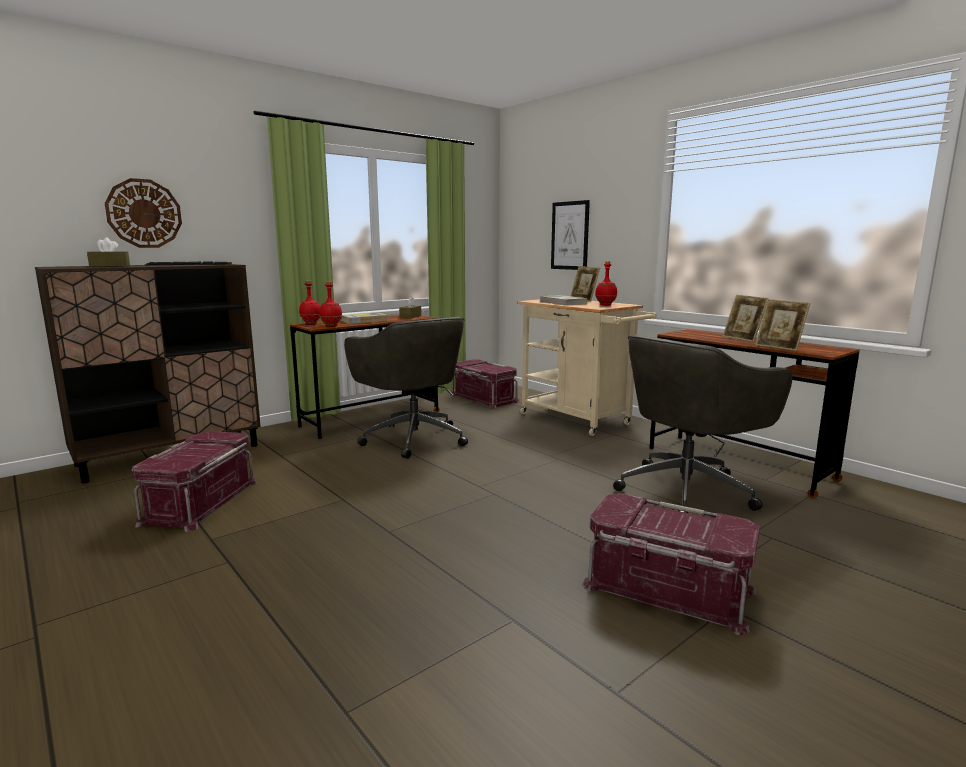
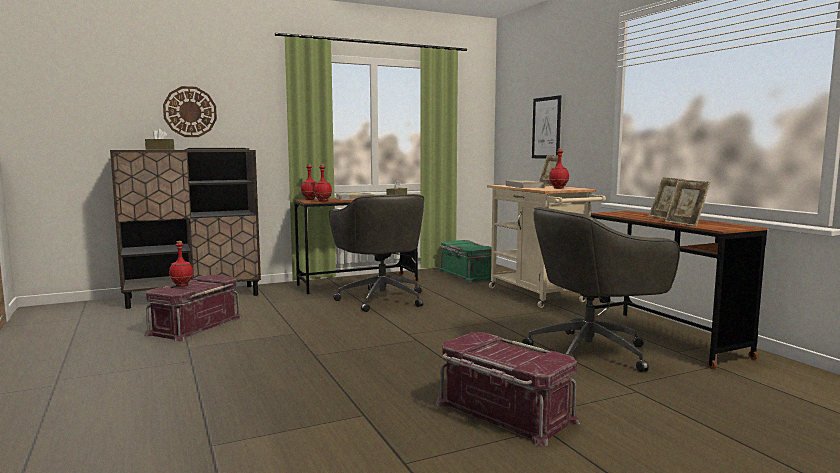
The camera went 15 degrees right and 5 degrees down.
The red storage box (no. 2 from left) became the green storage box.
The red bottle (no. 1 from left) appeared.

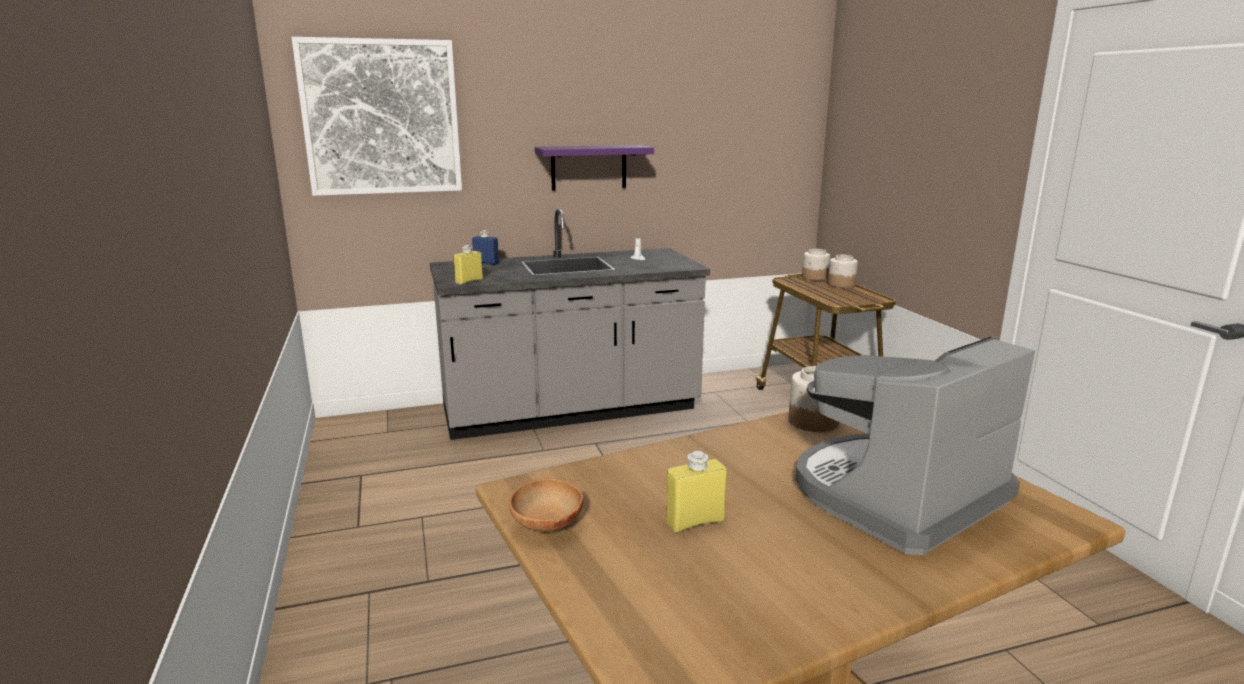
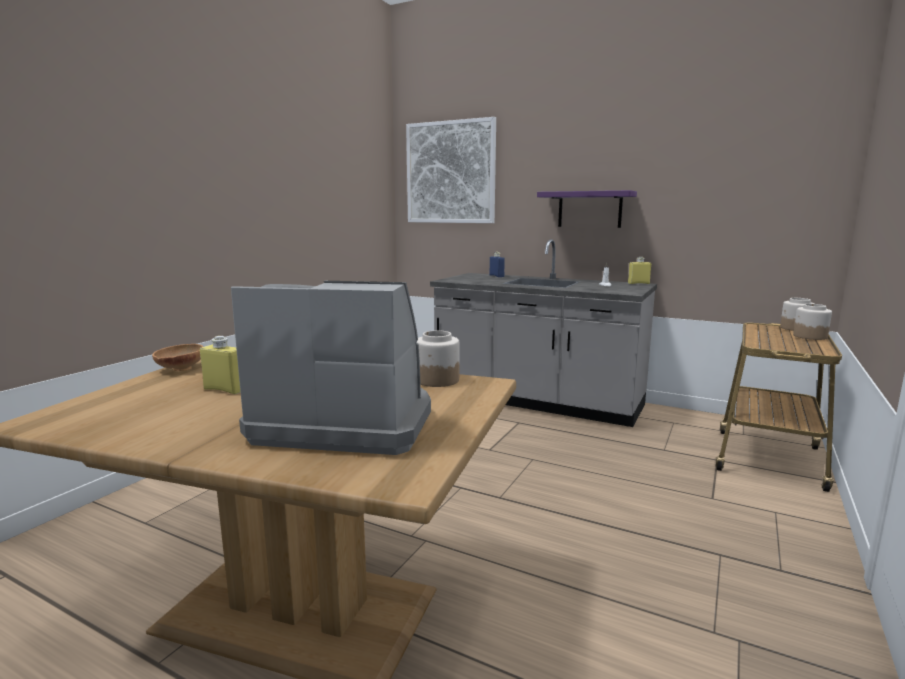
The camera went 45 degrees right and 5 degrees down.
The yellow bottle (no. 1 from left in the first image) moved.

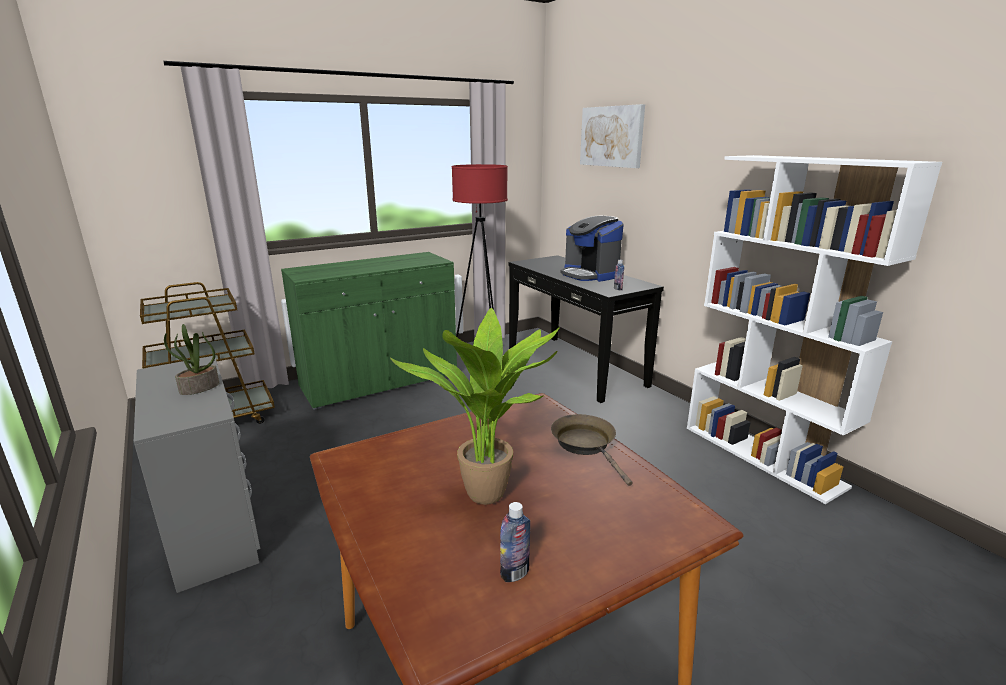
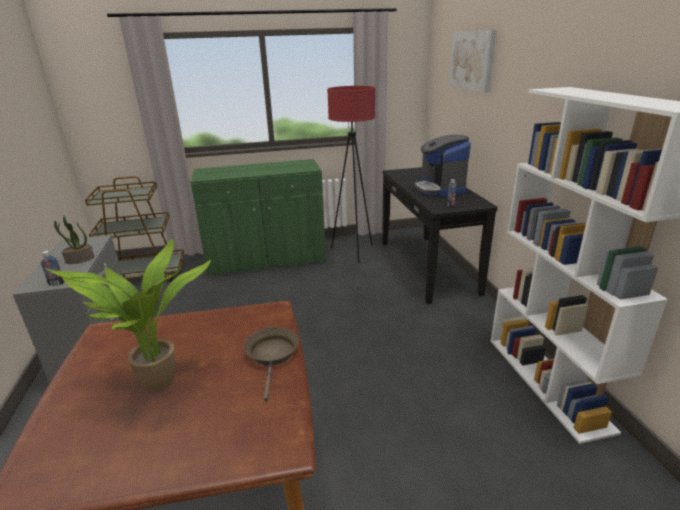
The camera went 20 degrees right and 5 degrees up.
The bottle (no. 1 from left) moved.

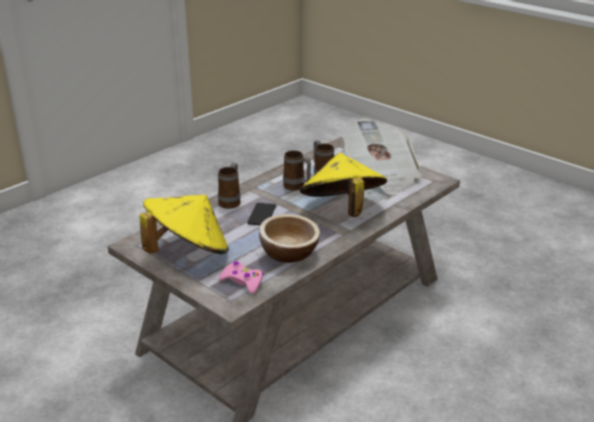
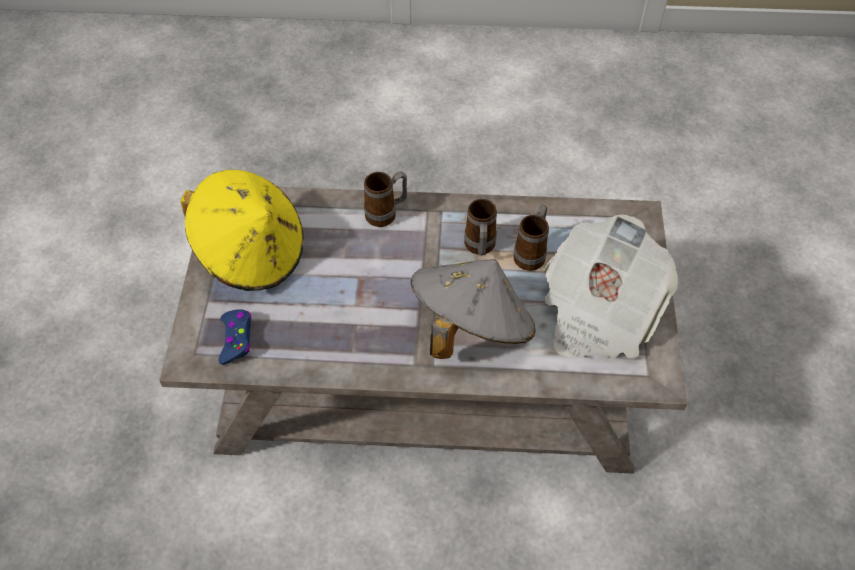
The camera went 50 degrees right and 25 degrees up.
The pink game controller became the blue game controller.
The phone disappeared.
The bowl disappeared.
The yellow hat (no. 2 from left) became the grey hat.

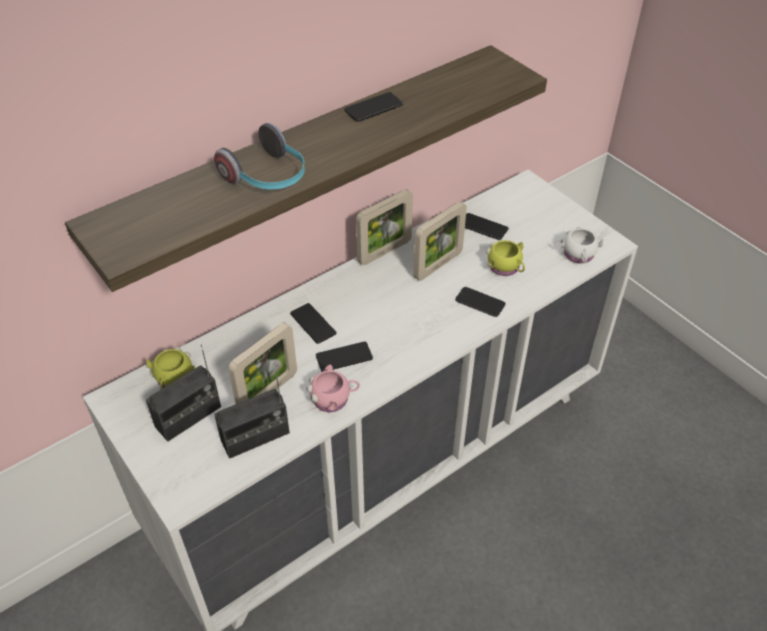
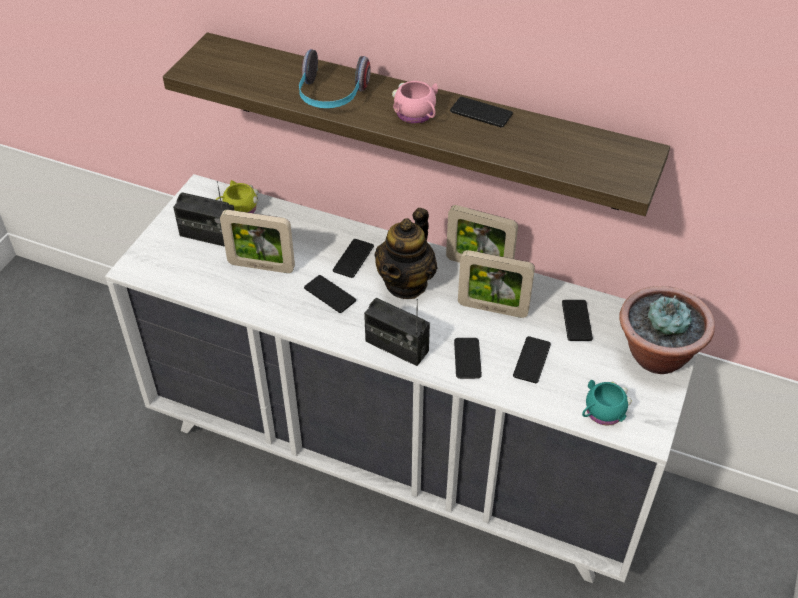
The camera went 60 degrees right and 0 degrees up.
The radio (no. 2 from left) moved.
The pink mug moved.
The yellow mug (no. 2 from left) was replaced by the phone (no. 5 from left).
The white mug became the turquoise mug.
The teapot appeared.
The potted plant appeared.

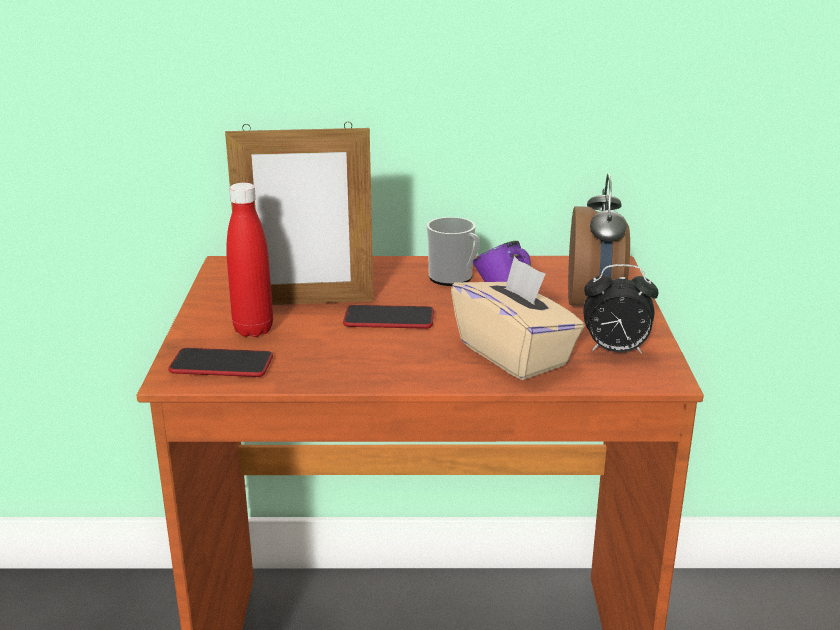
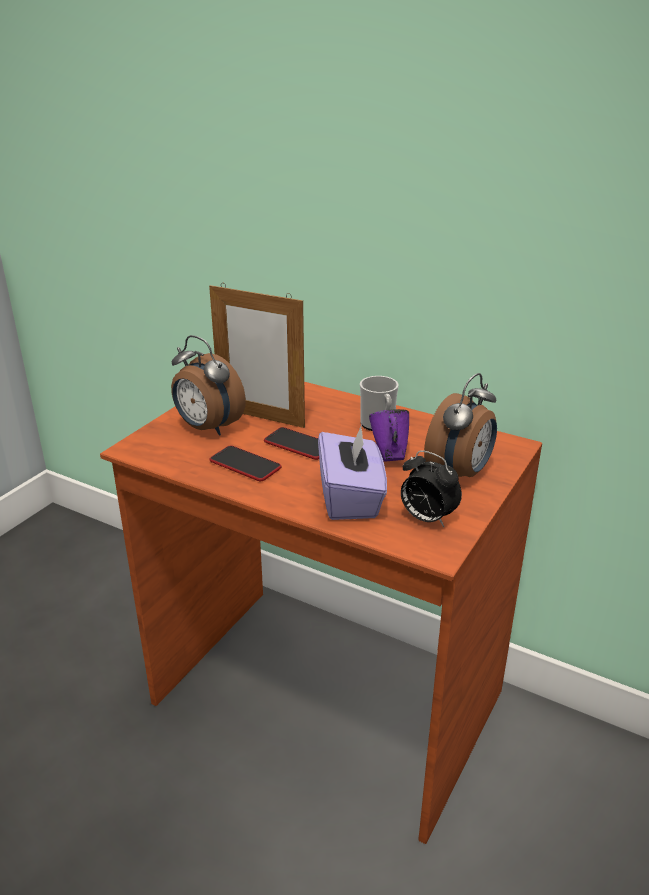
The camera went 30 degrees right and 5 degrees up.
The phone (no. 1 from left) moved.
The red bottle was replaced by the alarm clock (no. 1 from left).
The beige tissue box became the purple tissue box.

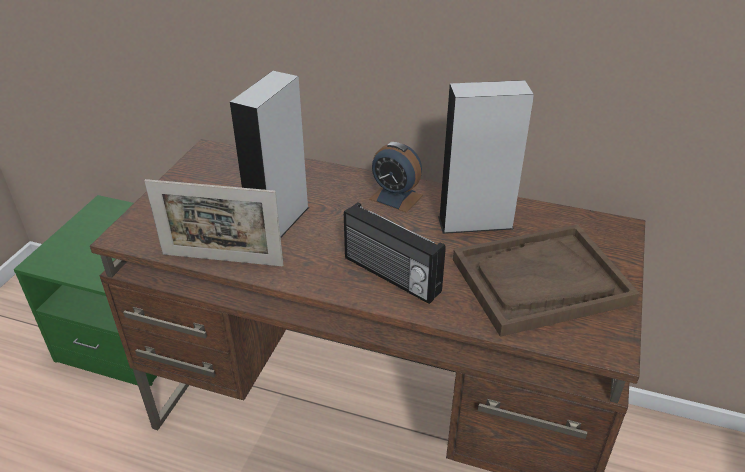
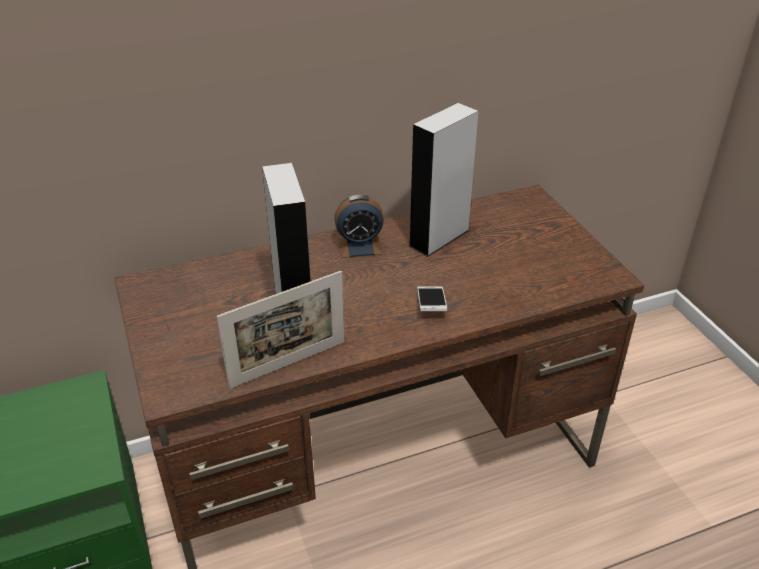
The camera went 40 degrees left and 0 degrees up.
The radio was replaced by the phone.
The brown tray disappeared.

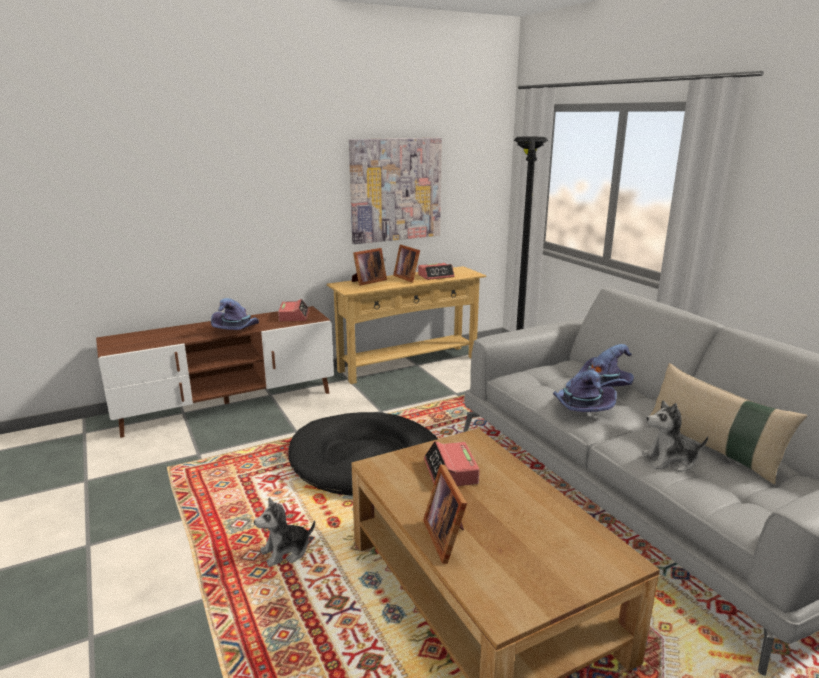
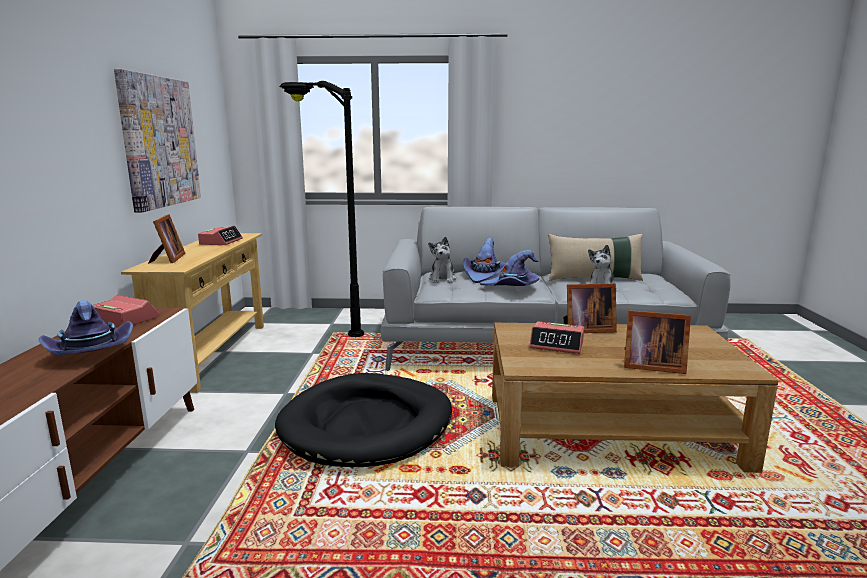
The camera went 60 degrees left and 5 degrees down.
The plush toy (no. 1 from left) moved.
The picture frame (no. 2 from left) moved.

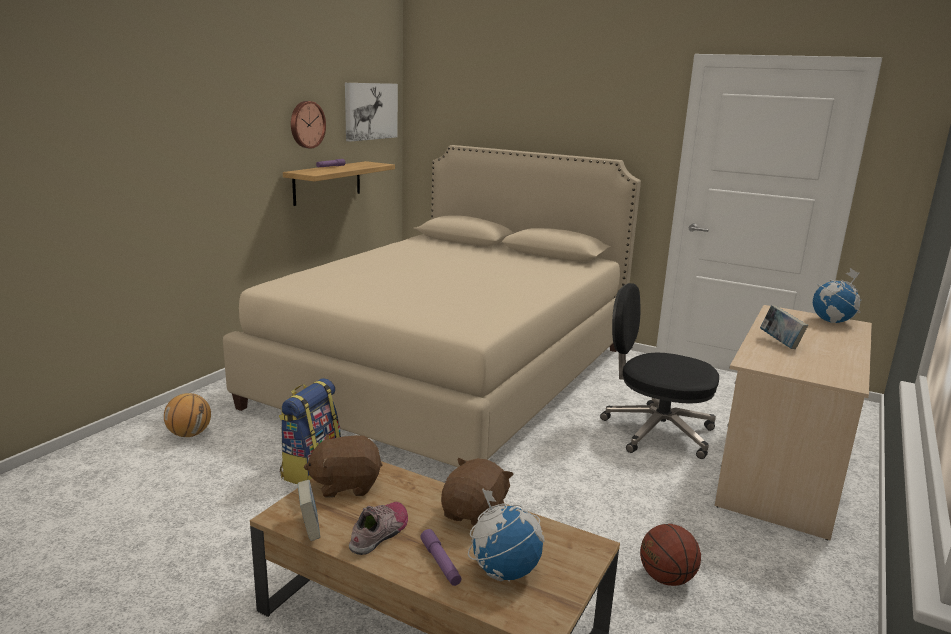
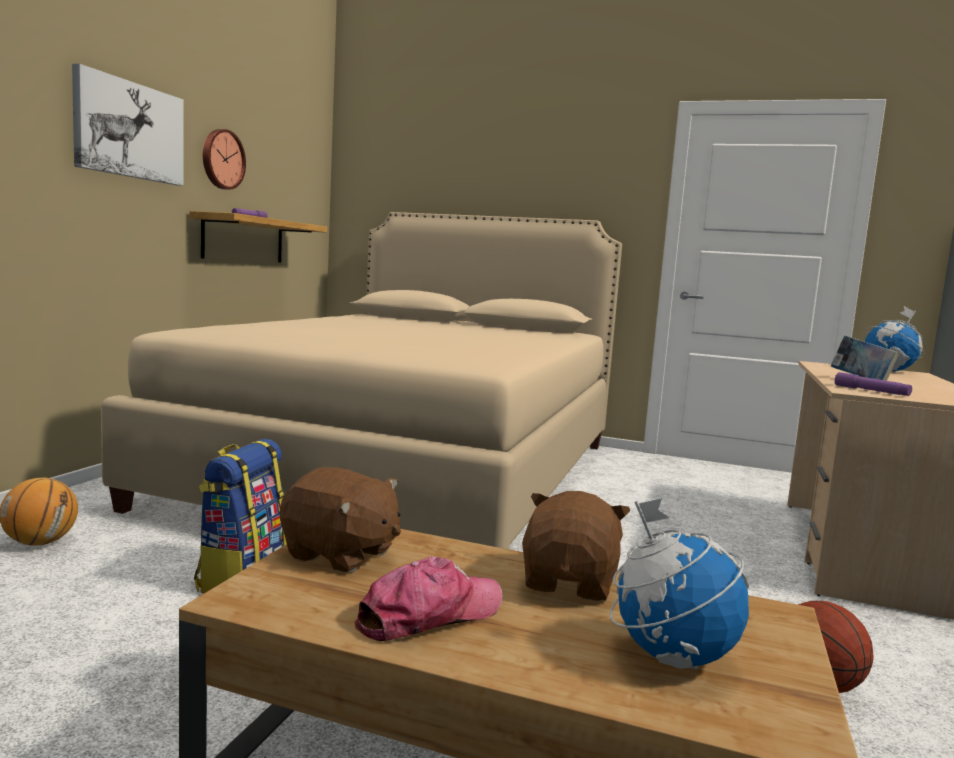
The camera went 10 degrees left and 10 degrees down.
The book (no. 1 from left) disappeared.
The brown plush toy (no. 1 from left) turned 135 degrees counterclockwise.
The picture moved.
The shoe was replaced by the cap.
The purple flashlight (no. 2 from left) moved.
The black office chair disappeared.

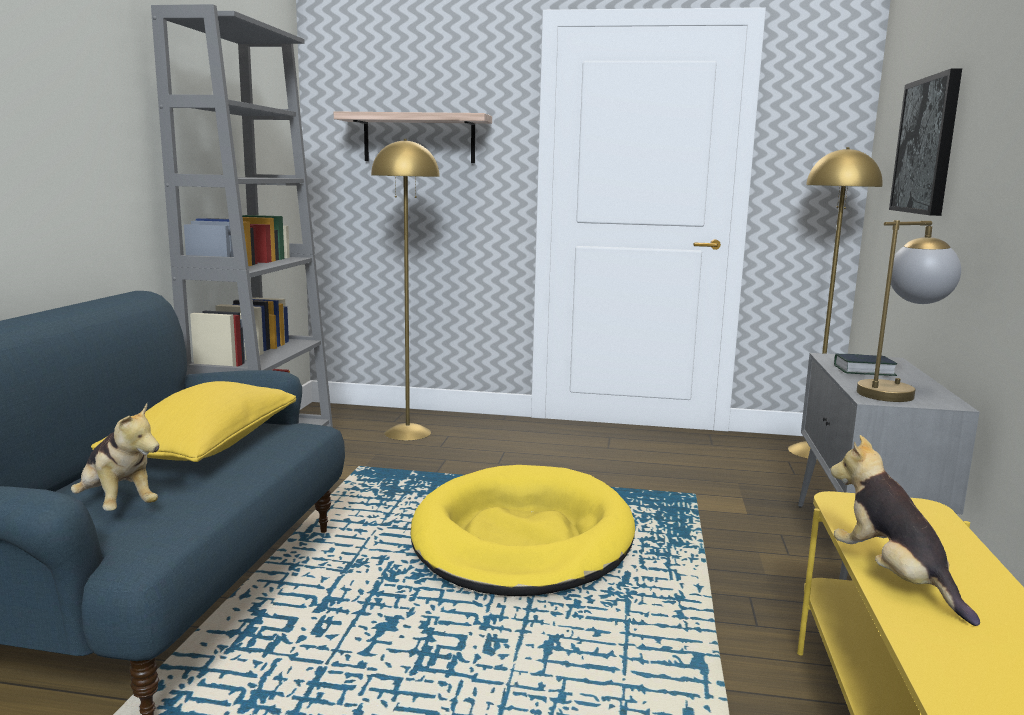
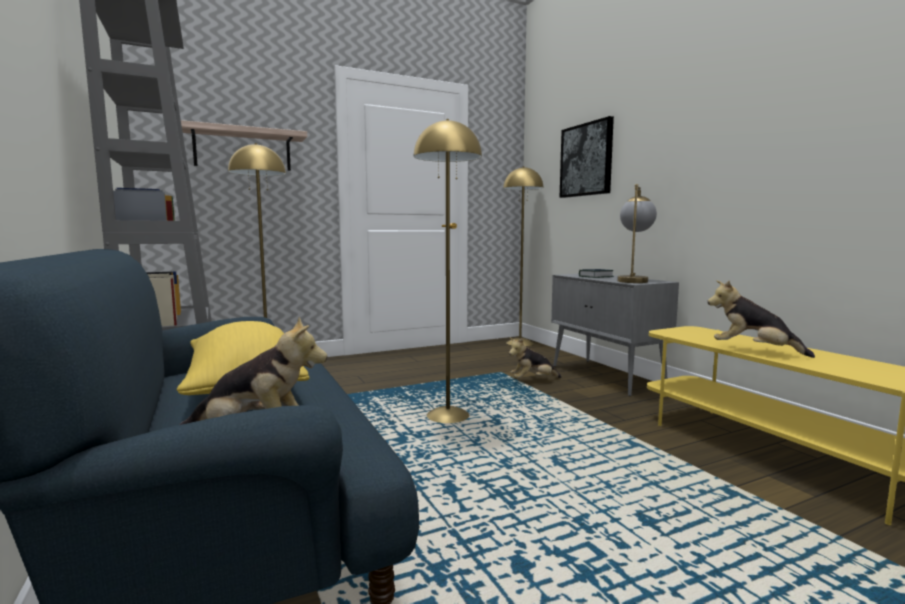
The camera went 35 degrees left and 5 degrees down.
The yellow dog bed was replaced by the yellow floor lamp (no. 2 from left).
The plush toy (no. 2 from left) appeared.

